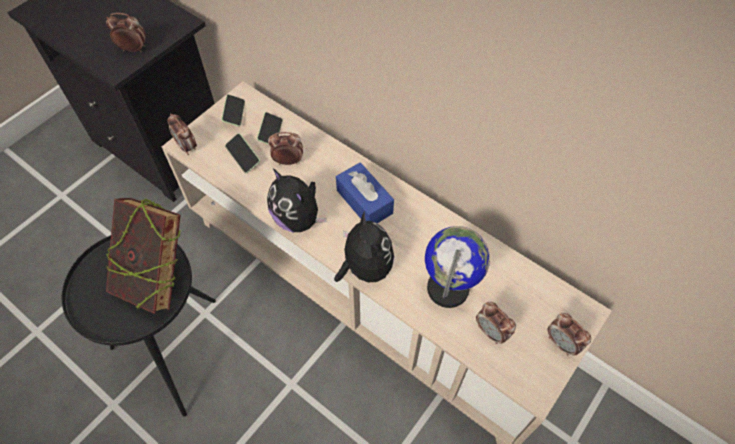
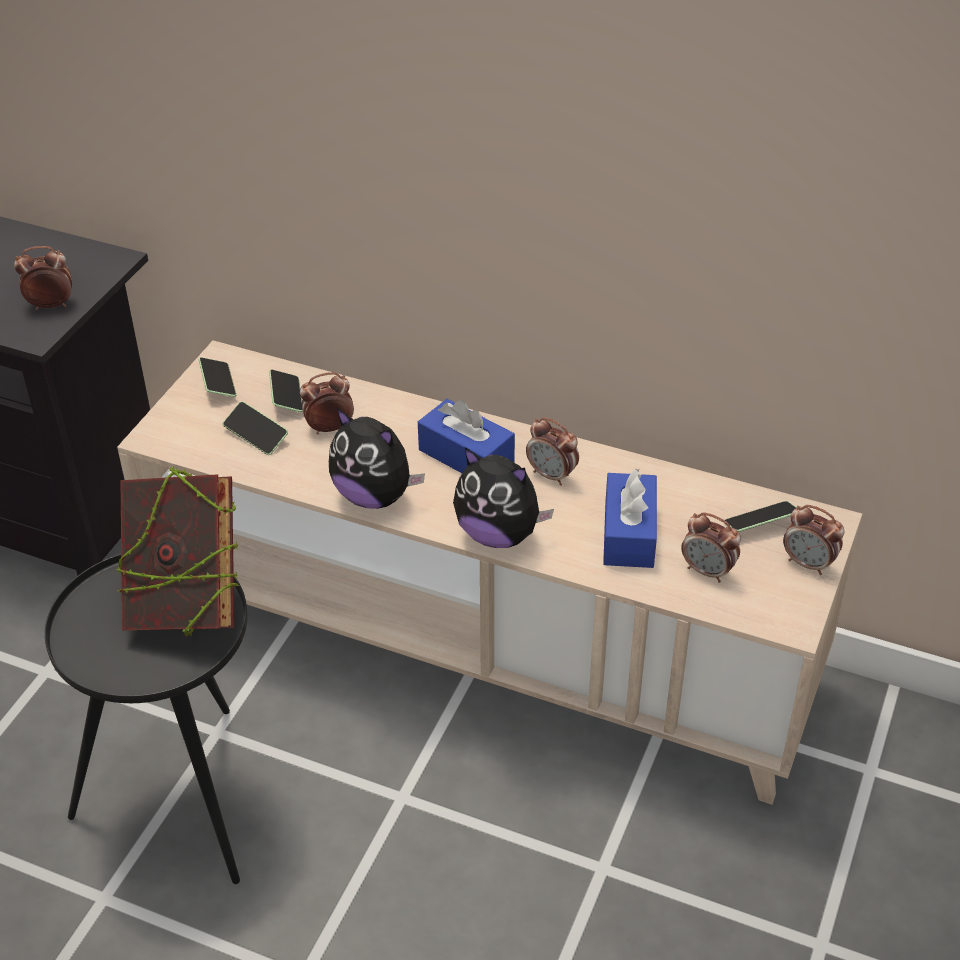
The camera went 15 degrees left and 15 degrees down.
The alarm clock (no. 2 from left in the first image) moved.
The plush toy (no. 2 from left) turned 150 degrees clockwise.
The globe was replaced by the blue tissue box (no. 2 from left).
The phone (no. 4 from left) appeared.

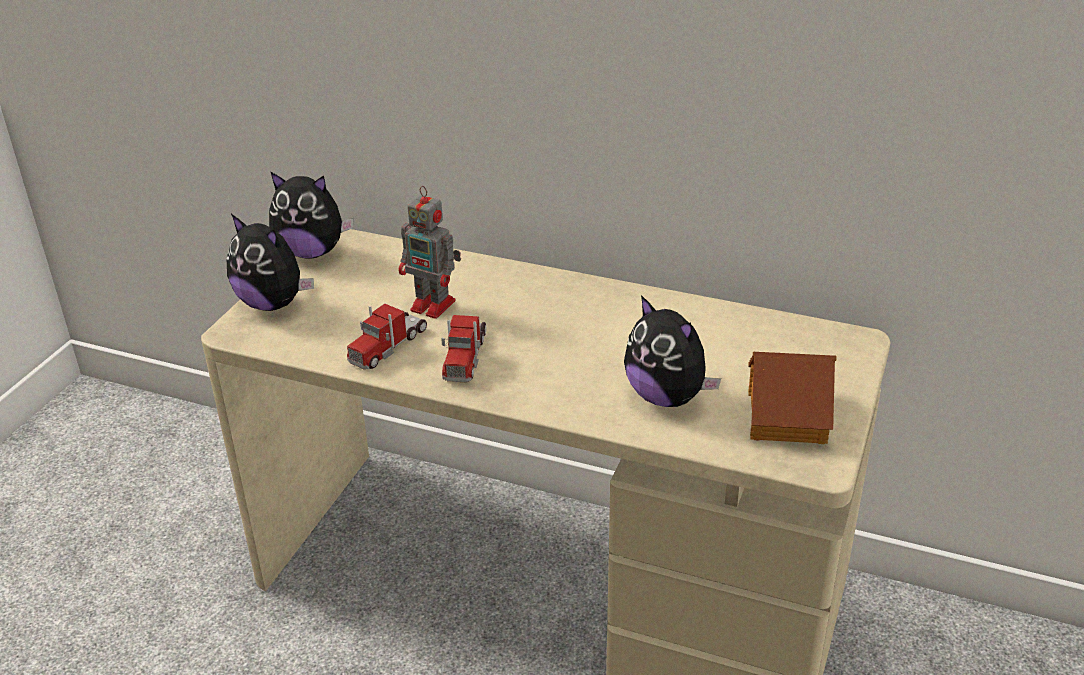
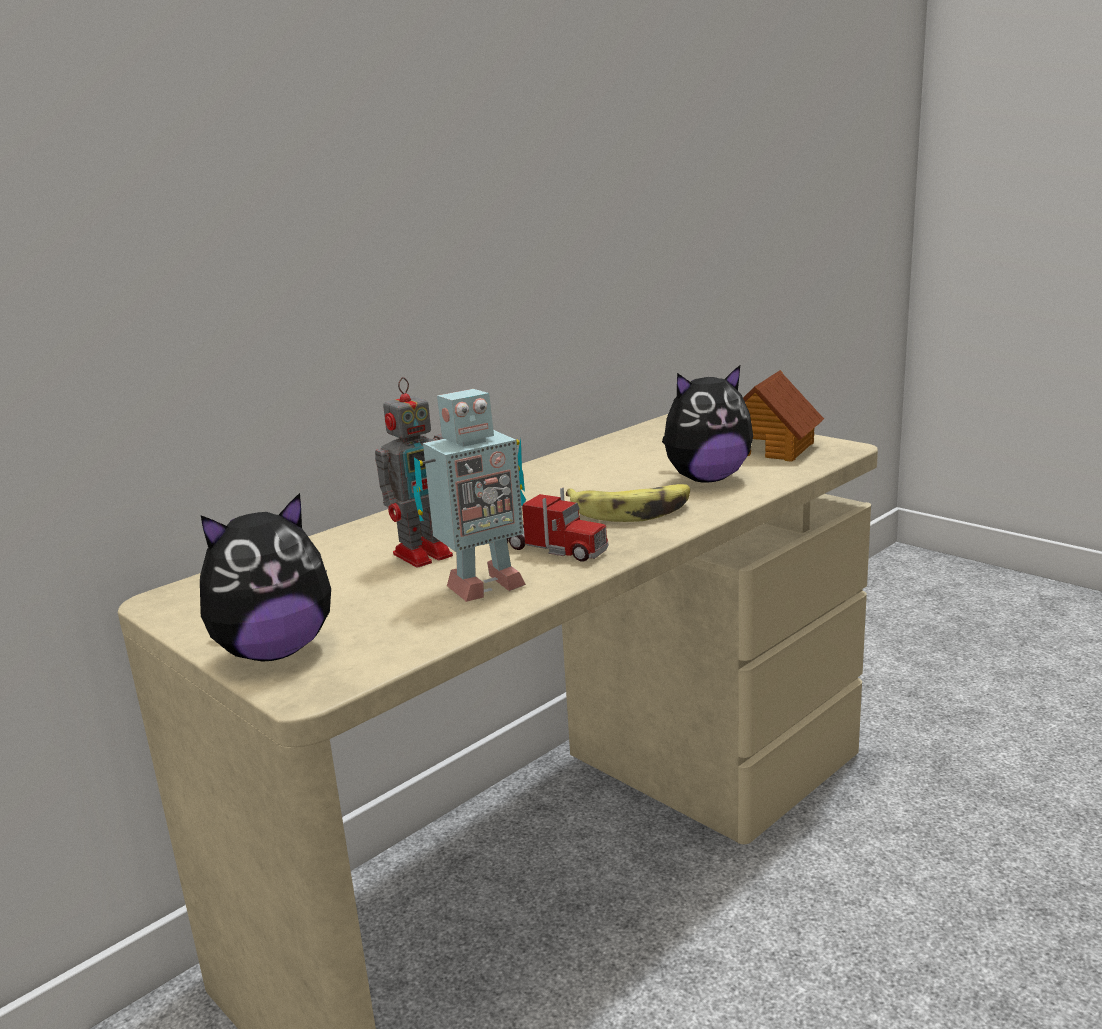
The camera went 65 degrees left and 15 degrees down.
The plush toy (no. 2 from left) disappeared.
The toy truck (no. 1 from left) was replaced by the toy robot (no. 2 from left).
The banana appeared.

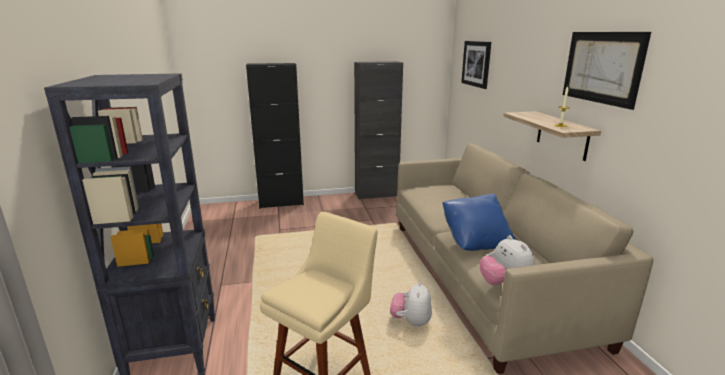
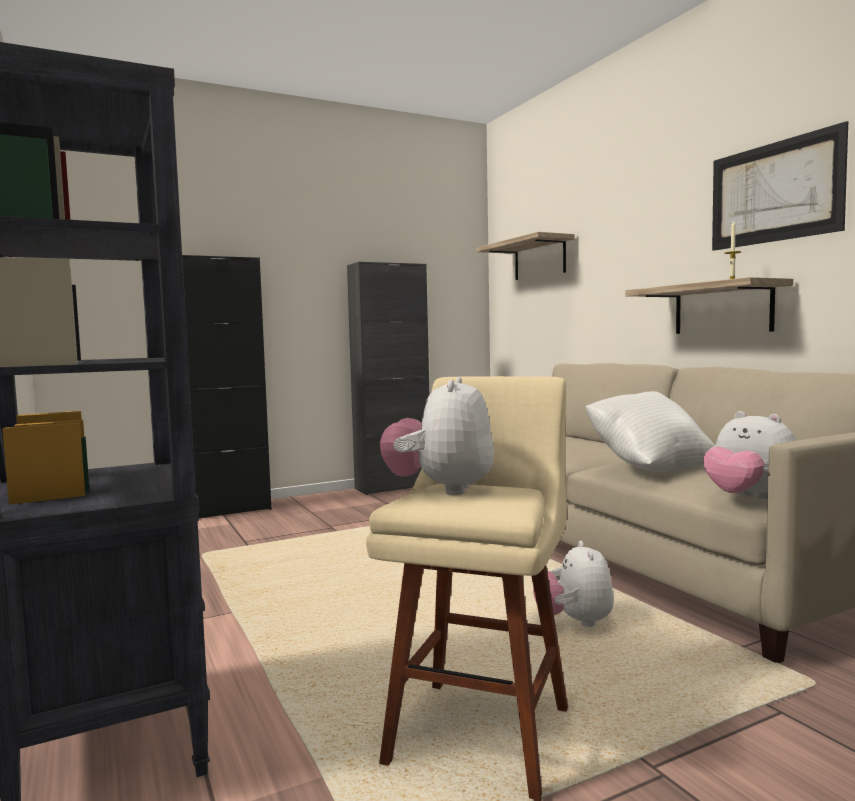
The camera went 15 degrees left and 15 degrees down.
The blue pillow became the white pillow.
The picture (no. 1 from left) was replaced by the shelf (no. 1 from left).
The plush toy (no. 1 from left) appeared.

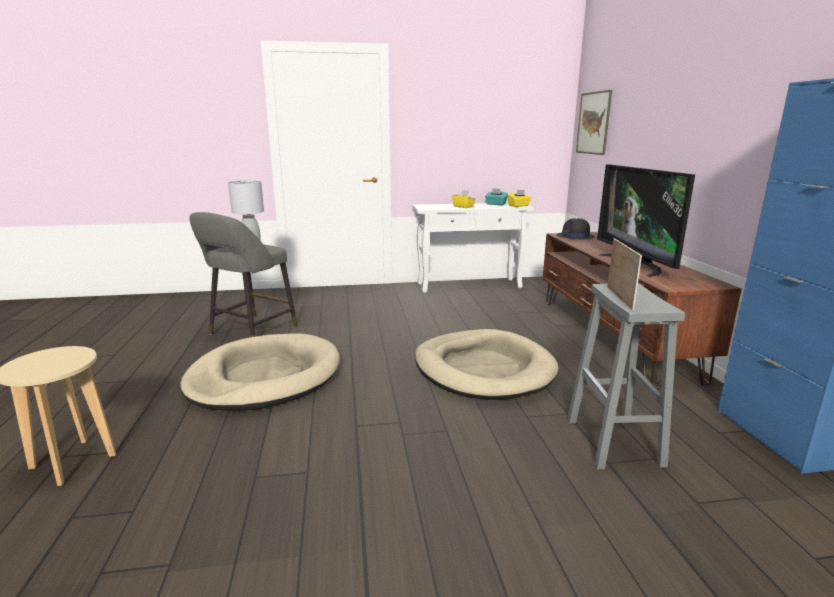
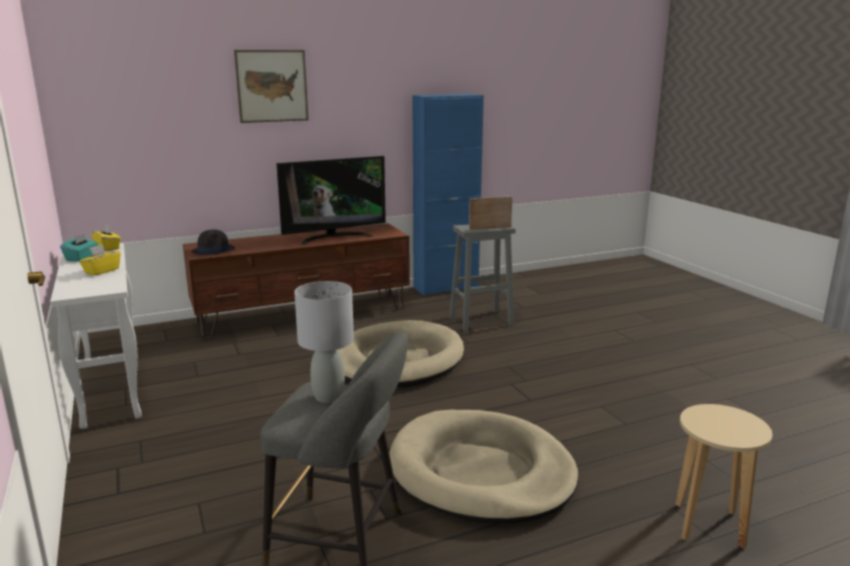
The camera went 105 degrees left and 0 degrees up.
The picture moved.

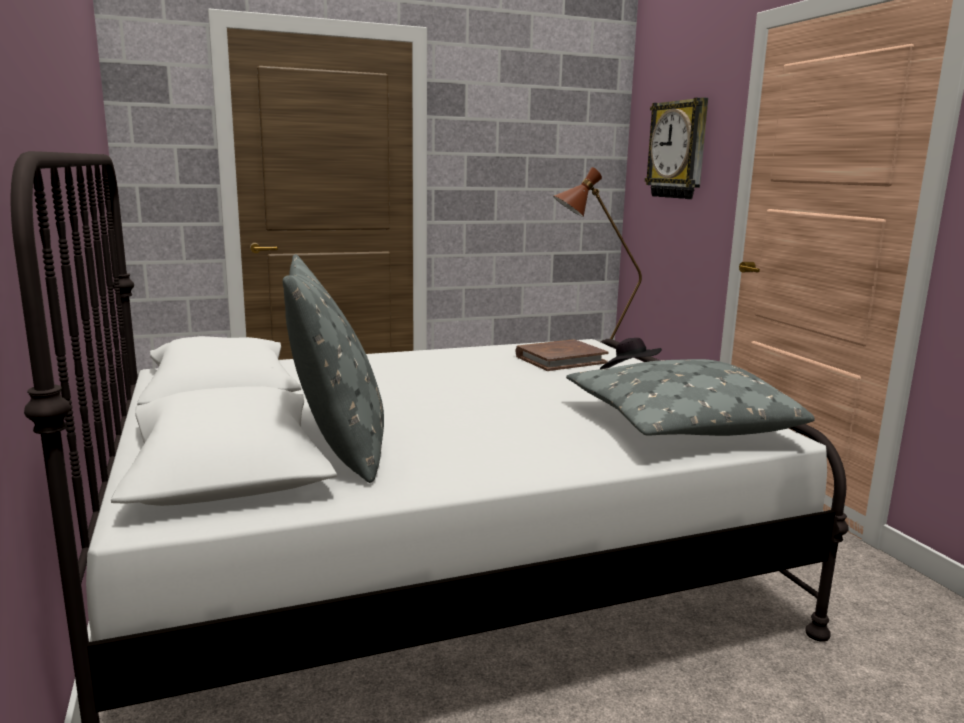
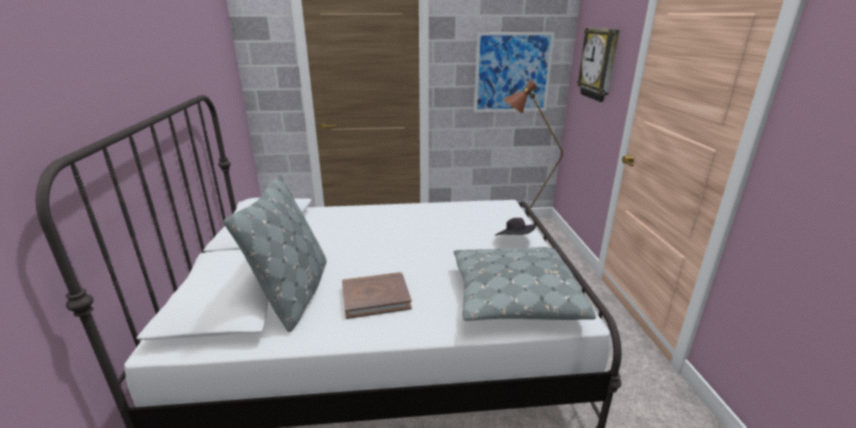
The camera went 15 degrees right and 10 degrees up.
The brown book moved.
The picture appeared.

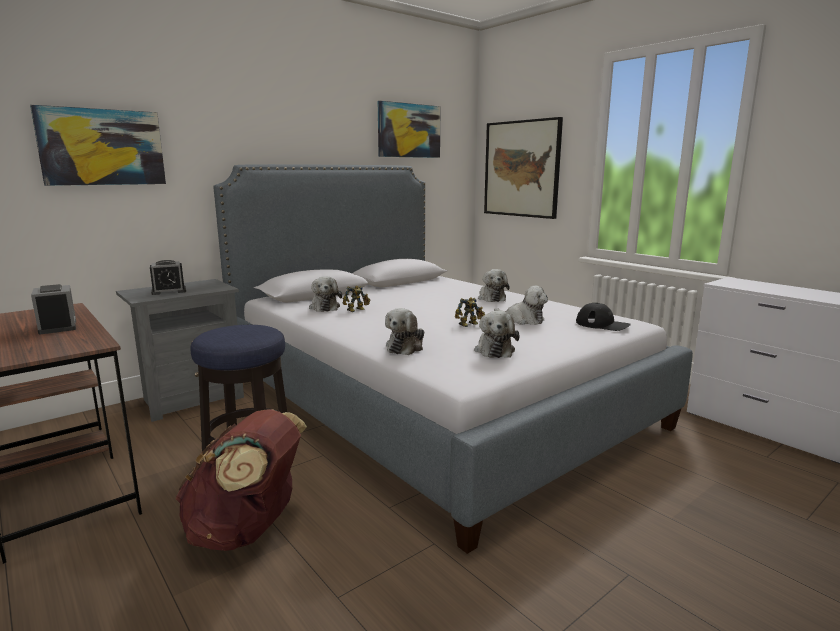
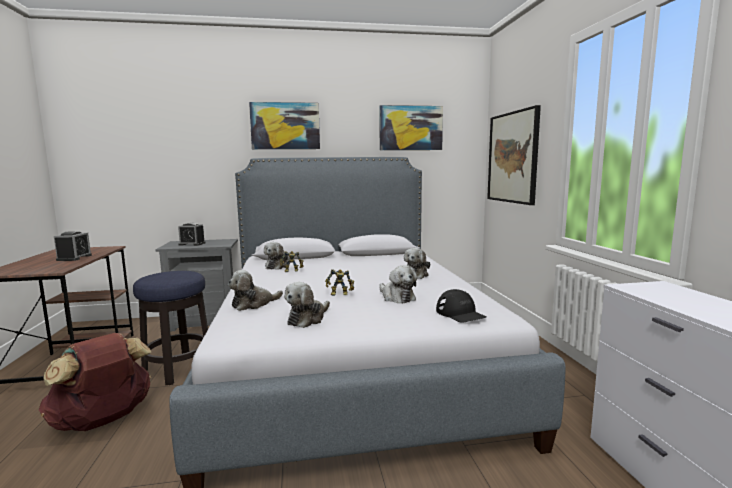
The camera went 30 degrees right and 5 degrees down.
The picture (no. 1 from left) moved.

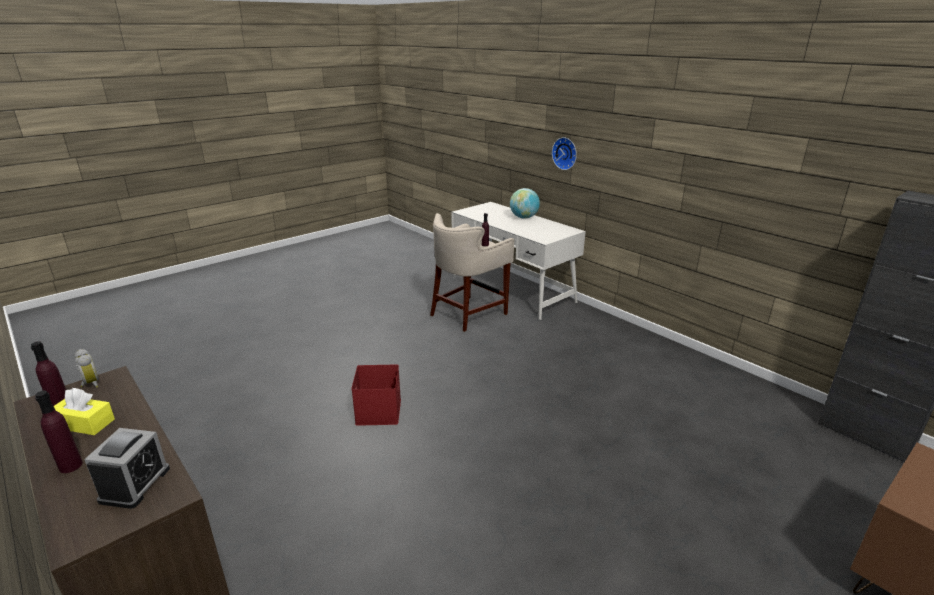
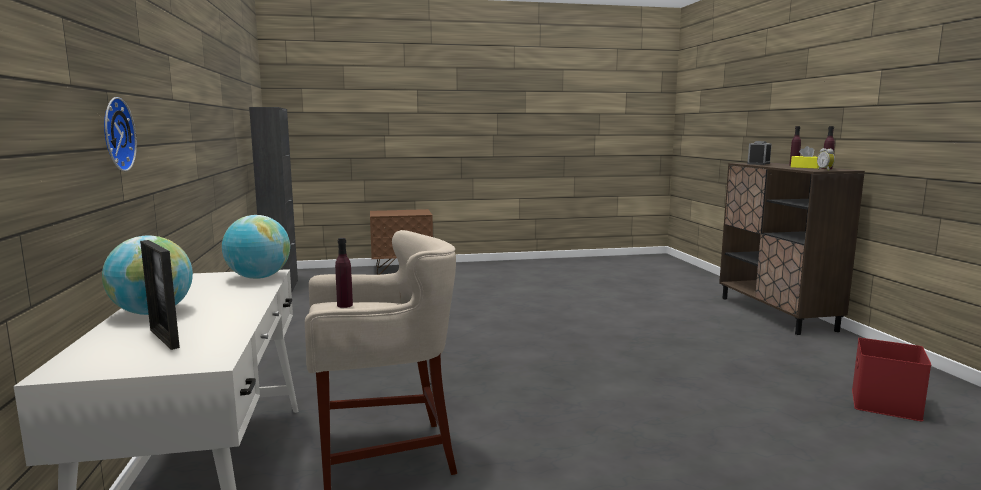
The camera went 150 degrees left and 15 degrees down.
The red storage box moved.
The picture frame appeared.
The globe (no. 2 from left) appeared.

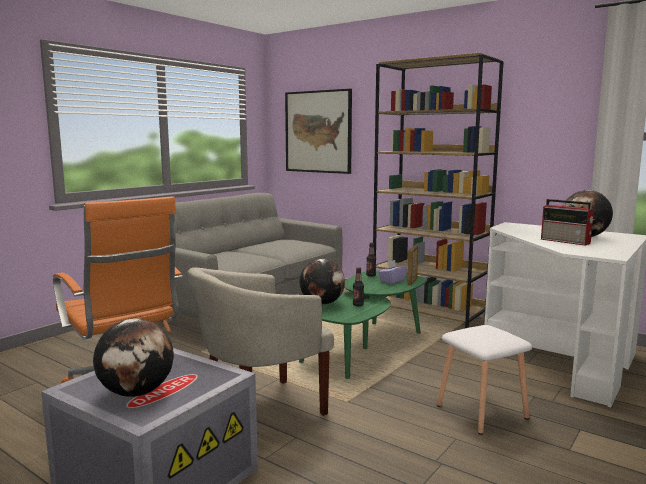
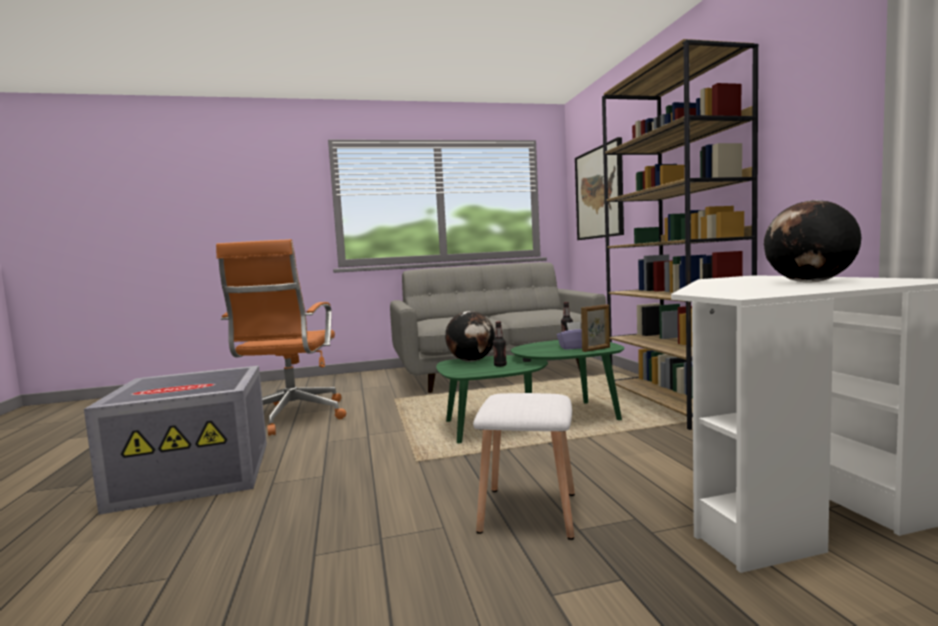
The camera went 40 degrees right and 5 degrees down.
The globe (no. 1 from left) disappeared.
The beige armchair disappeared.
The radio disappeared.

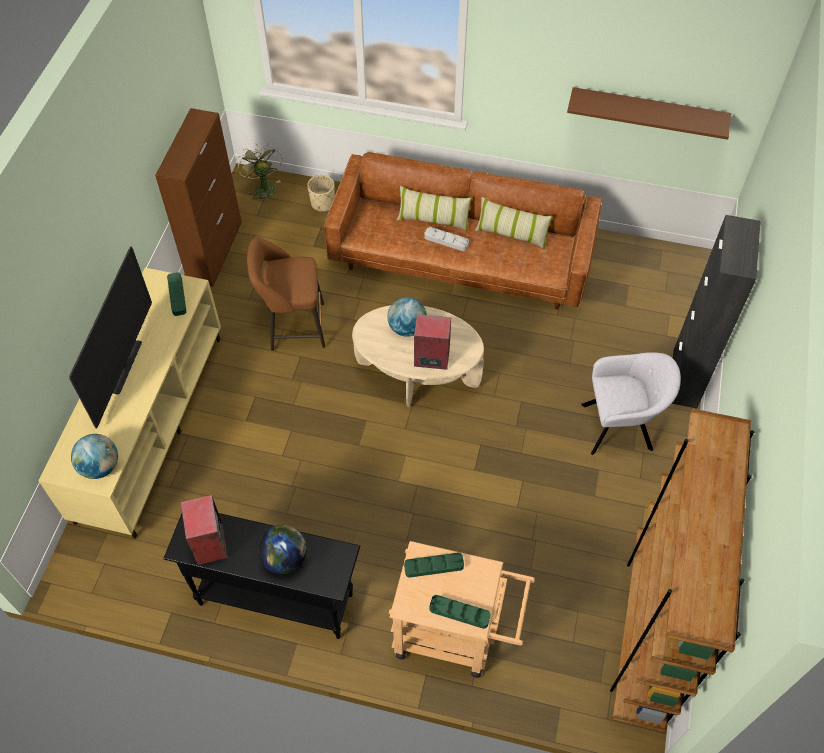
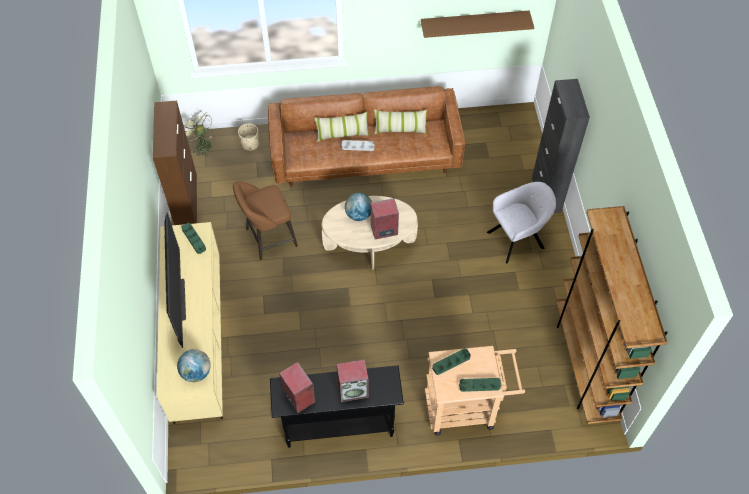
The camera went 20 degrees left and 0 degrees up.
The globe (no. 2 from left) was replaced by the speaker (no. 2 from left).

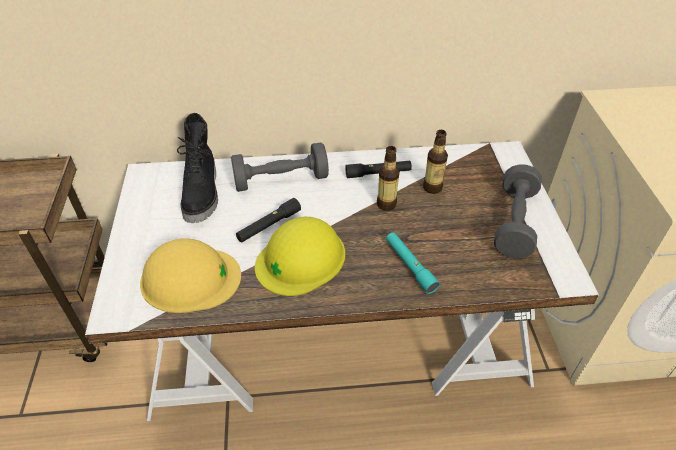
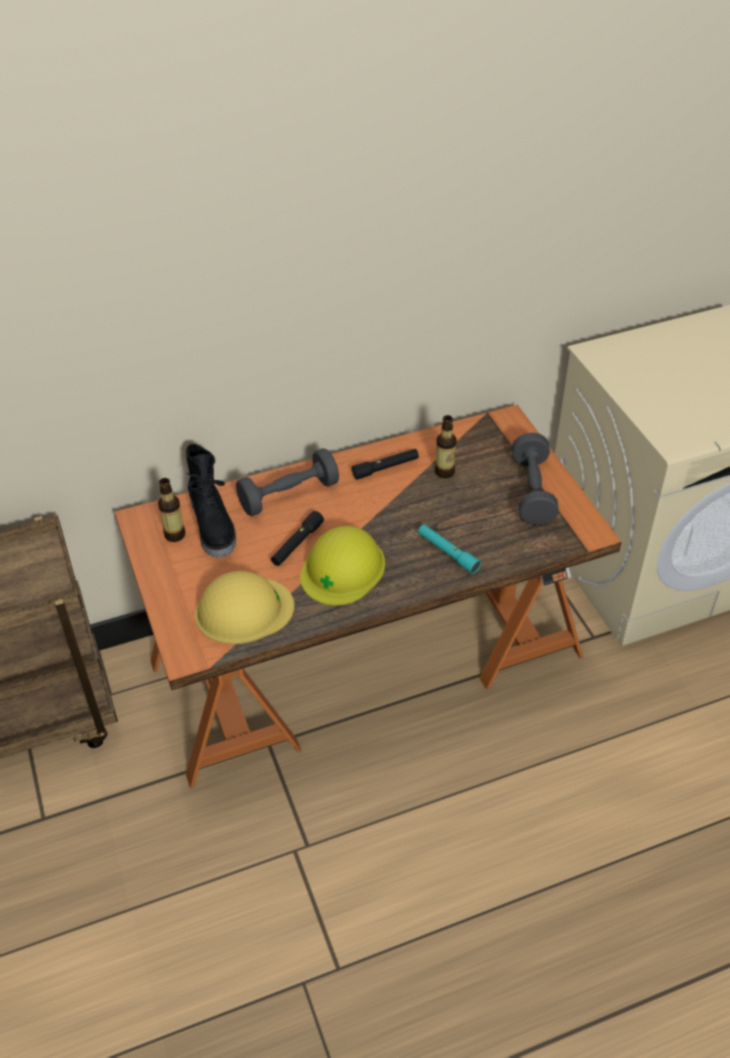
The camera went 15 degrees left and 0 degrees up.
The white desk became the orange desk.
The bottle (no. 1 from left) moved.

